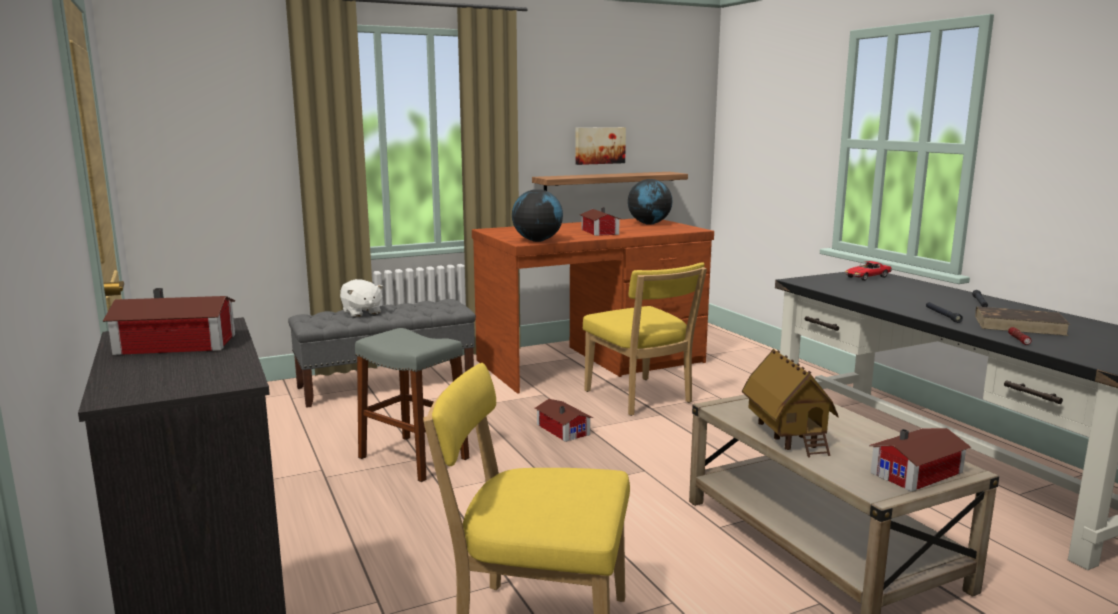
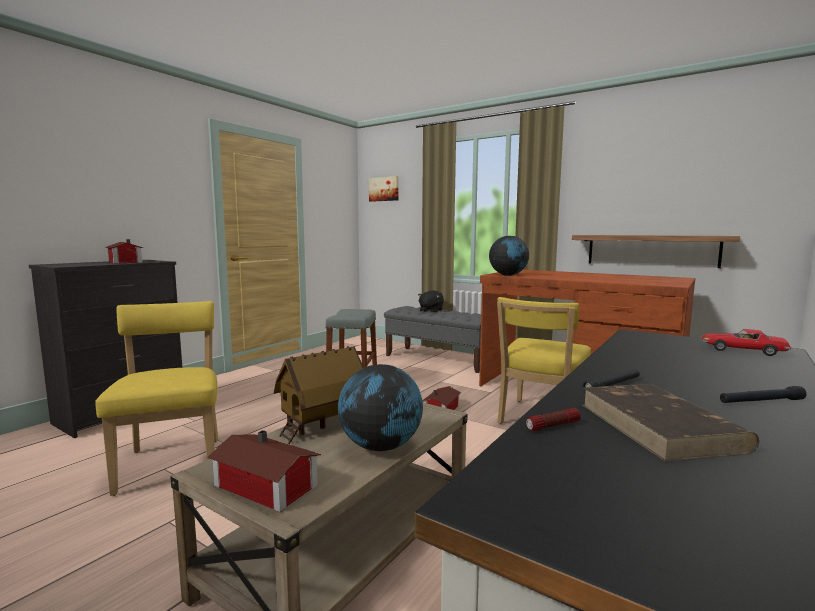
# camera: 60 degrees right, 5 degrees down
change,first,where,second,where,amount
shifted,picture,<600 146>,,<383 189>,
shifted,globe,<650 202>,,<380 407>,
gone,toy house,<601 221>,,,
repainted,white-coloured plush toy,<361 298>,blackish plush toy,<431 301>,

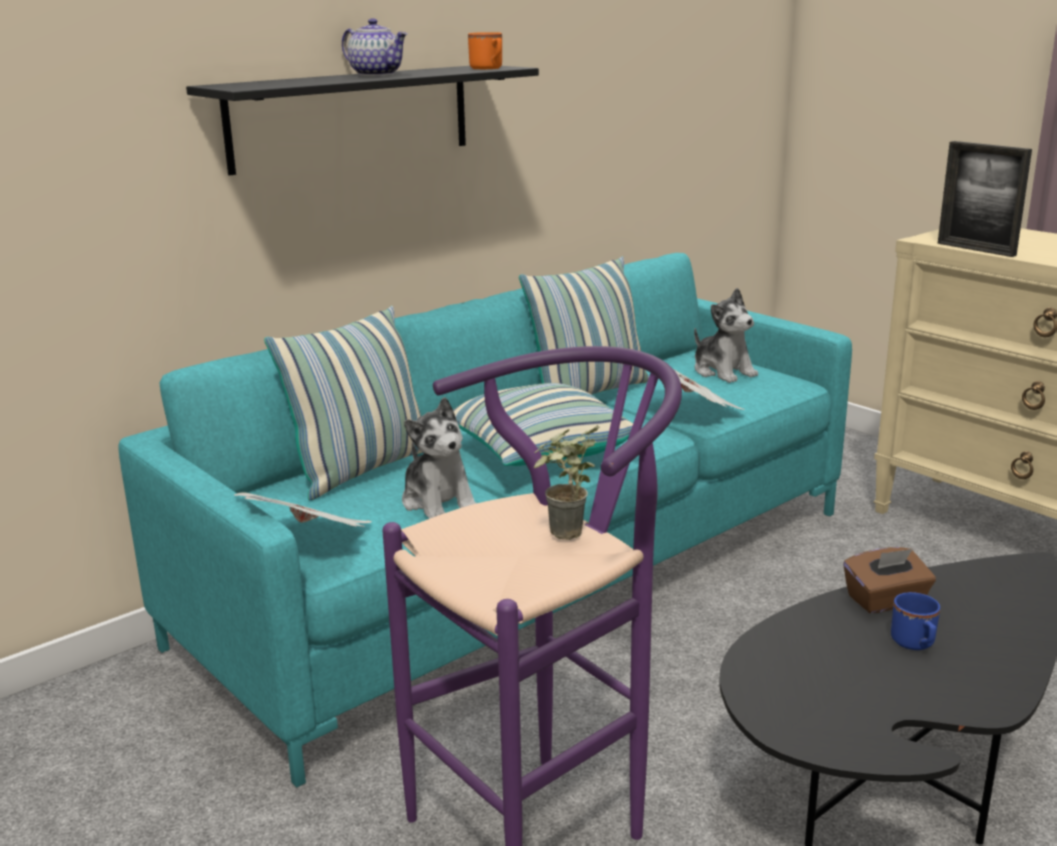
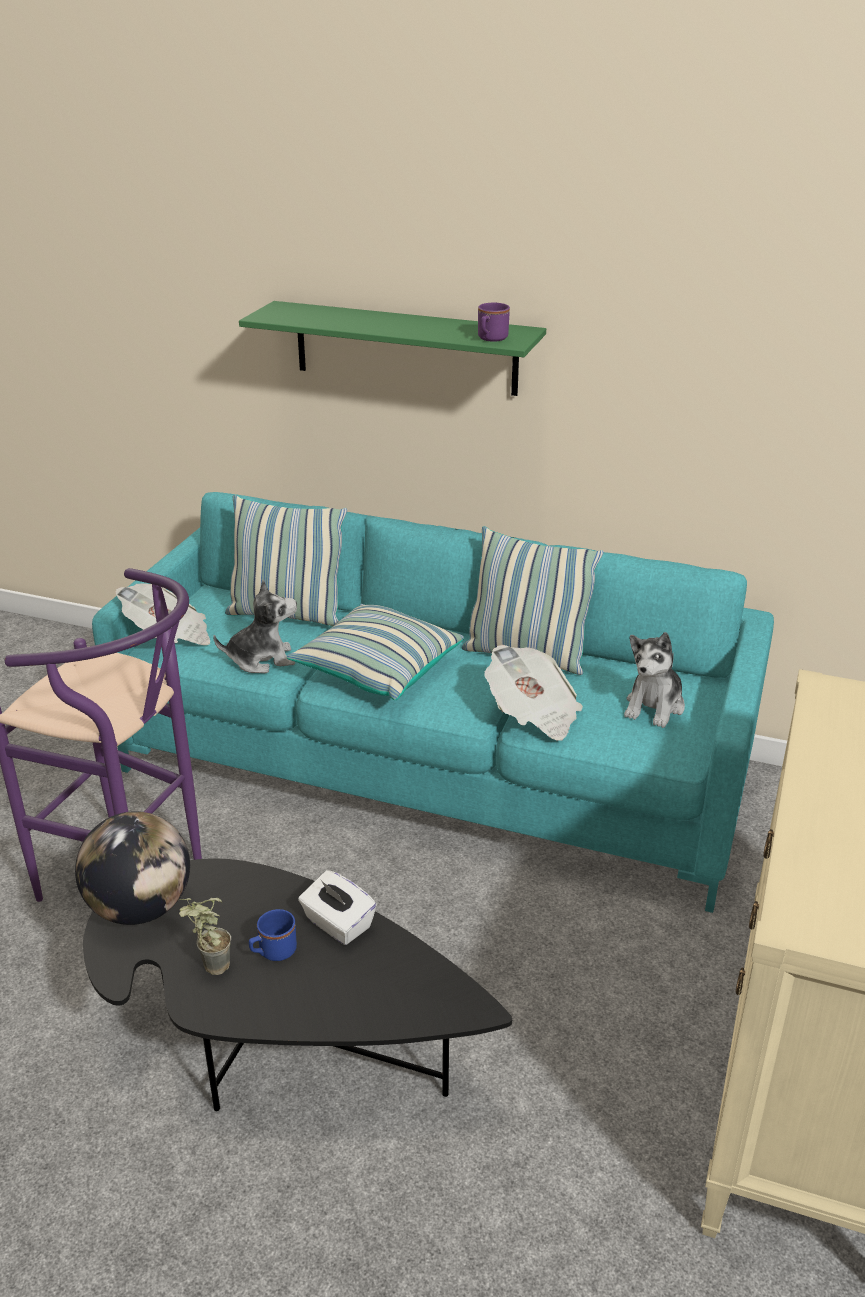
# camera: 60 degrees right, 10 degrees up
change,first,where,second,where,amount
gone,pot for tea,<374 47>,,,
repainted,orange mug,<485 50>,purple mug,<494 322>,
repainted,blackish shelf,<362 121>,green shelf,<392 348>,
gone,standing frame,<985 199>,,,
rotated,plush toy,<439 458>,,<255 626>,135 degrees counterclockwise
shifted,potted plant,<566 482>,,<205 936>,
repainted,brown-coloured tissue box,<889 580>,white-coloured tissue box,<337 907>,
new,,,globe,<132 868>,

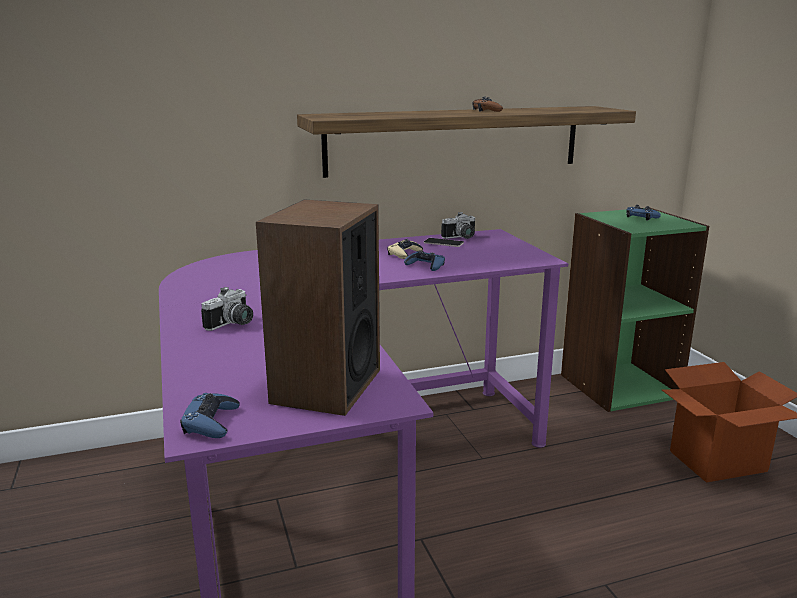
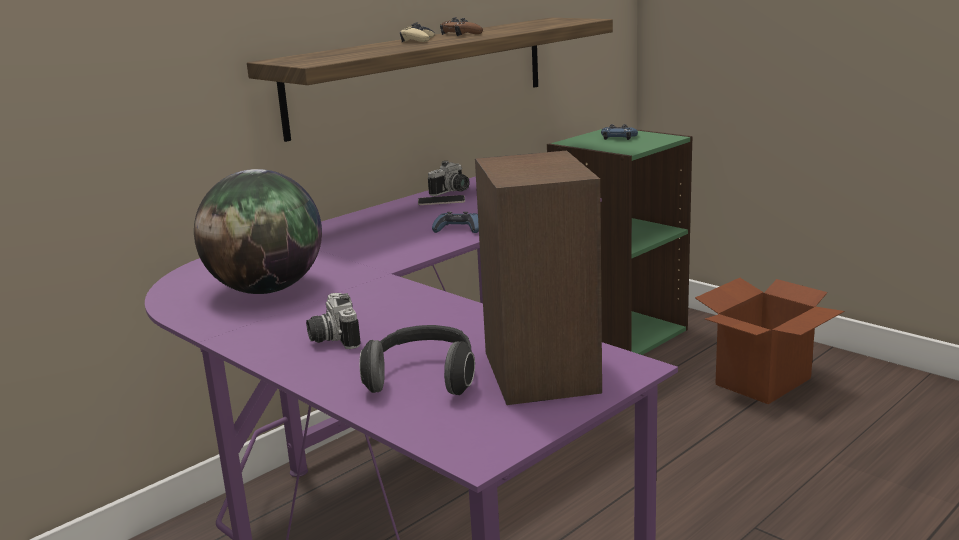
# camera: 25 degrees left, 0 degrees up
change,first,where,second,where,amount
shifted,sand-coloured joypad,<405 249>,,<417 32>,
rotated,still camera,<227 309>,,<333 321>,150 degrees clockwise
gone,blue joypad,<210 415>,,,
new,,,globe,<258 231>,
new,,,pair of headphones,<417 360>,

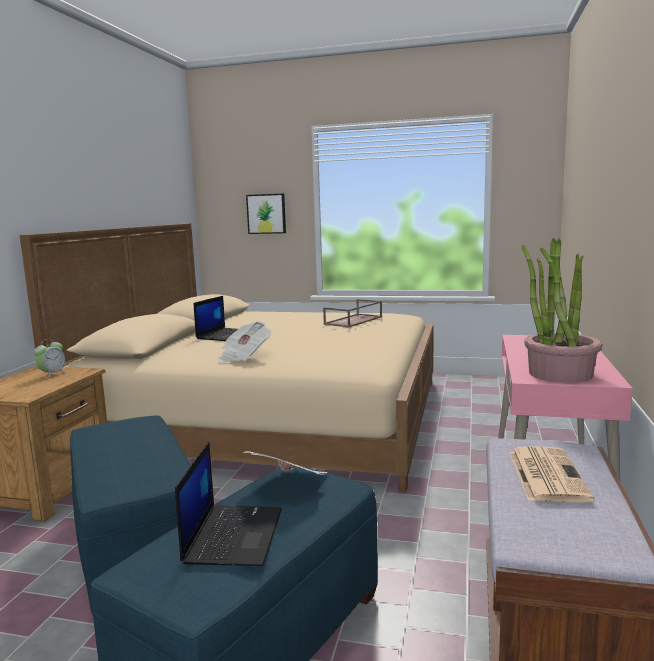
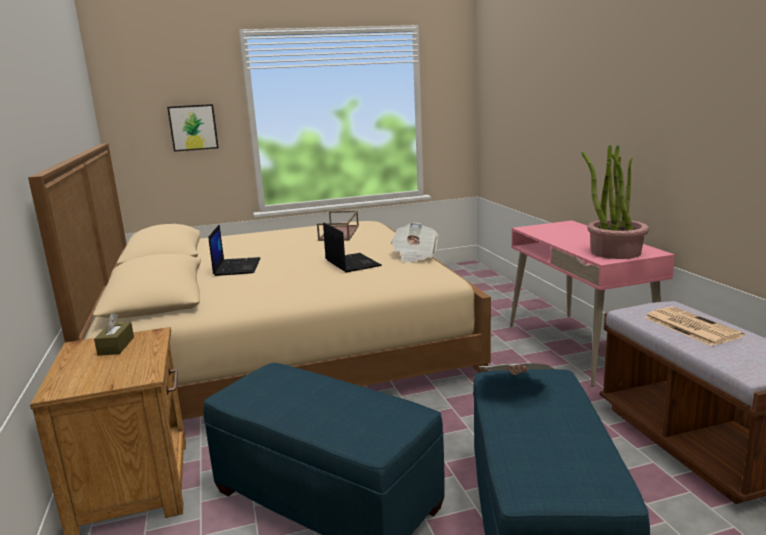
# camera: 30 degrees left, 5 degrees up
change,first,where,second,where,amount
shifted,newspaper,<244 342>,,<415 242>,
swapped,bedside clock,<50 358>,brown-coloured tissue box,<114 334>,
shifted,portable computer,<228 504>,,<352 247>,

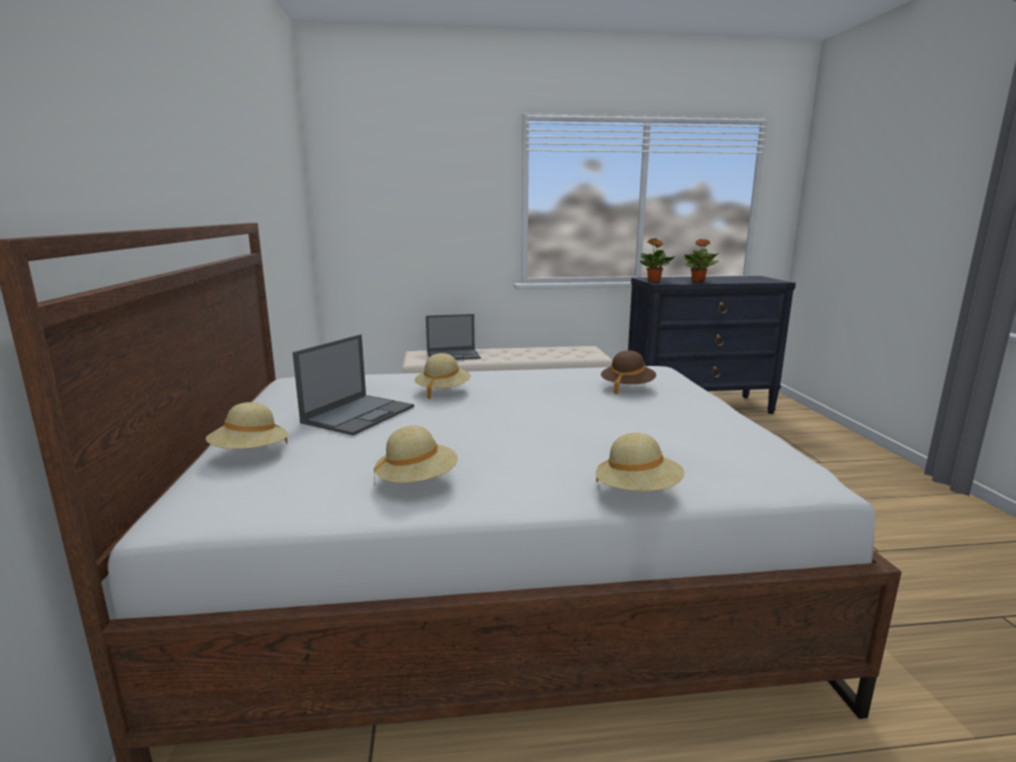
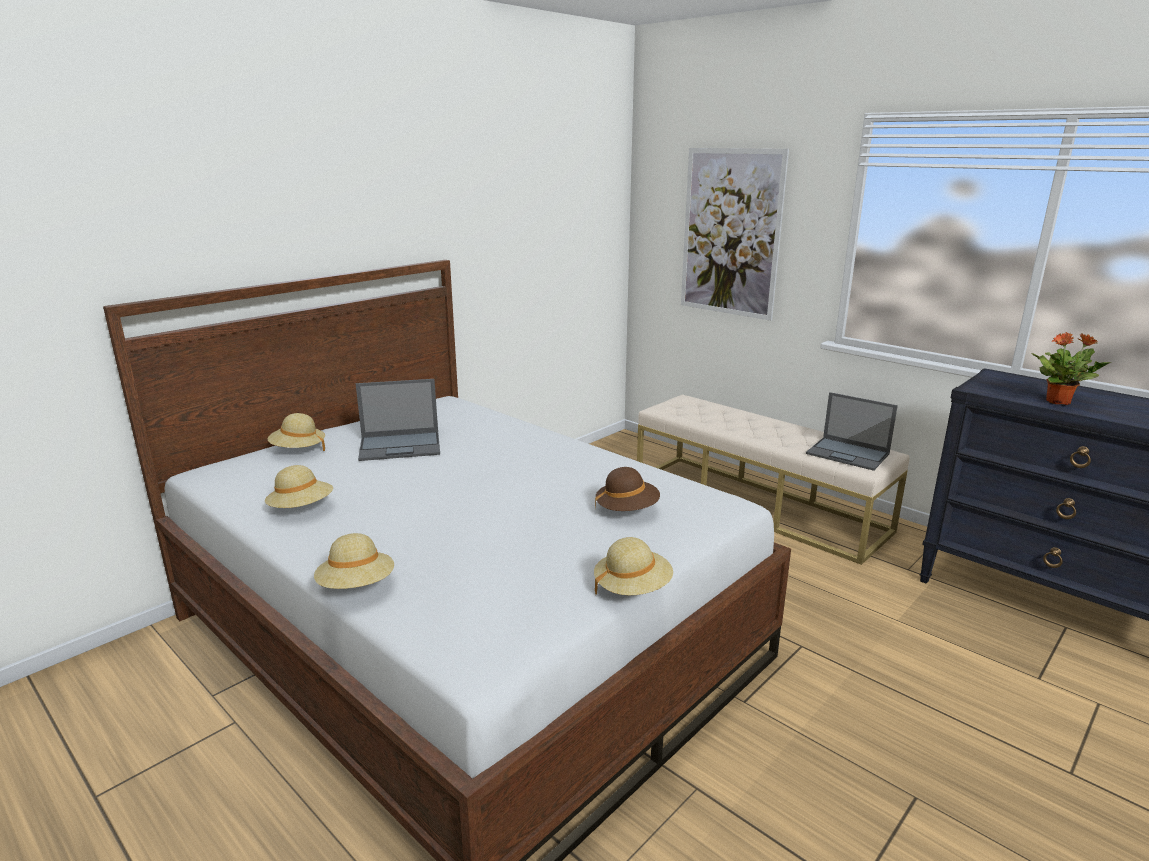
# camera: 50 degrees right, 5 degrees up
change,first,where,second,where,amount
gone,potted plant,<657 260>,,,
shifted,portable computer,<453 337>,,<852 431>,
shifted,sand-coloured hat,<443 376>,,<633 566>,
new,,,picture,<735 234>,

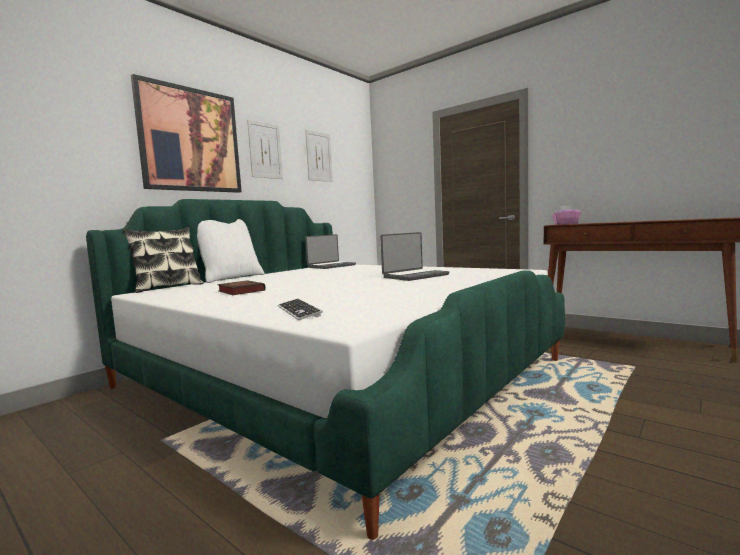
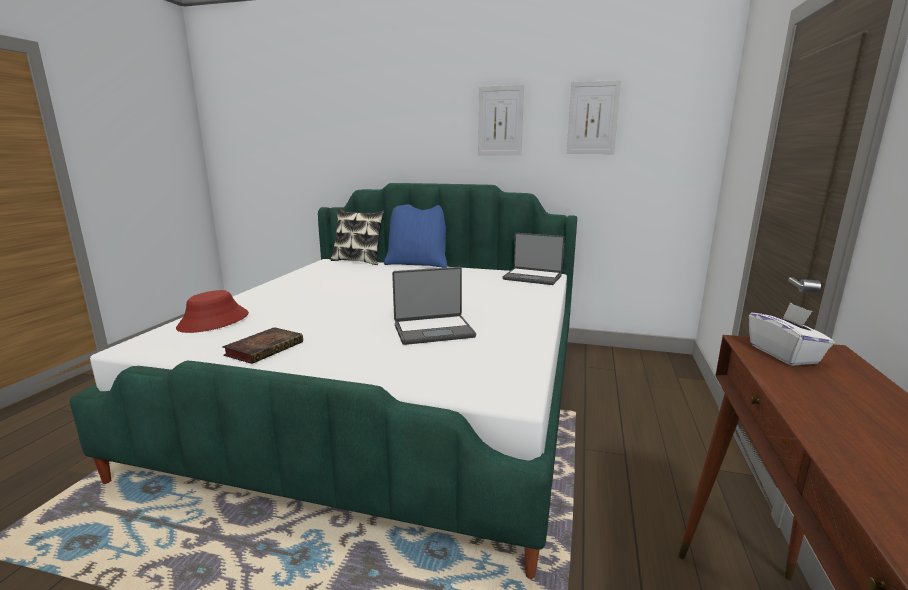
# camera: 65 degrees right, 10 degrees up
change,first,where,second,where,amount
gone,picture,<186 133>,,,
repainted,pink tissue box,<567 215>,white-coloured tissue box,<791 334>,
repainted,white-coloured cushion,<231 251>,blue cushion,<415 236>,
rotated,portable computer,<414 256>,,<434 306>,45 degrees counterclockwise
shifted,book,<241 287>,,<262 345>,
swapped,PC keyboard,<300 309>,red hat,<212 311>,

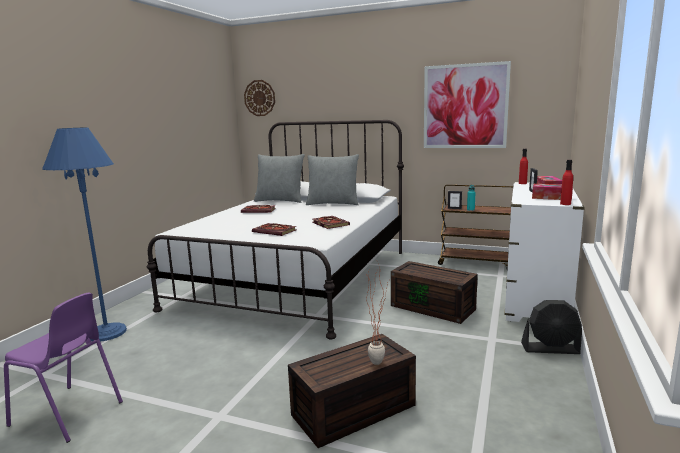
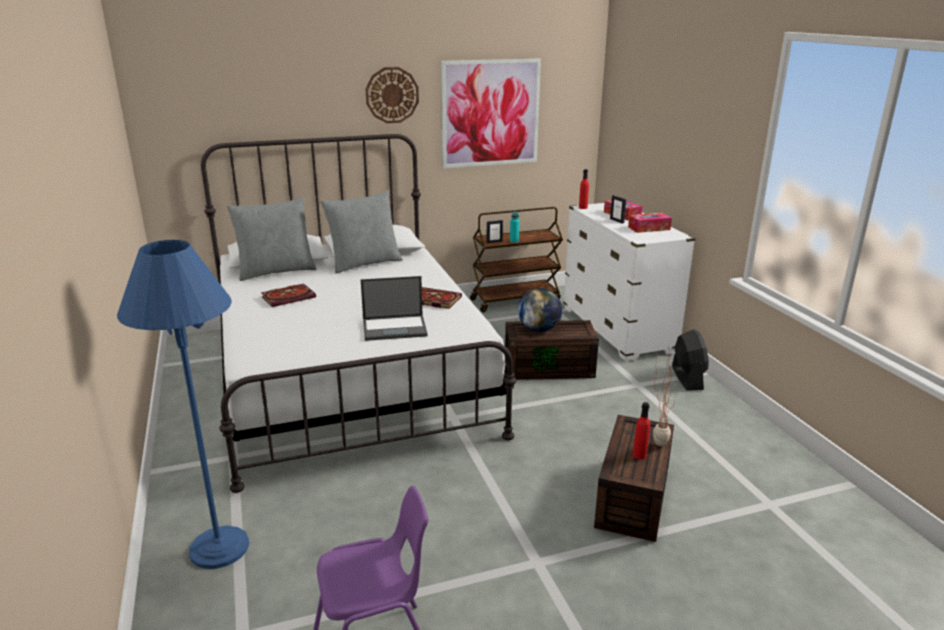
# camera: 40 degrees left, 10 degrees up
change,first,where,second,where,amount
shifted,hanging clock,<259 98>,,<392 95>,
shifted,red drink bottle,<566 182>,,<641 430>,
swapped,book,<274 229>,portable computer,<394 308>,
rotated,blackish cooling fan,<551 327>,,<690 359>,60 degrees counterclockwise
new,,,globe,<540 310>,

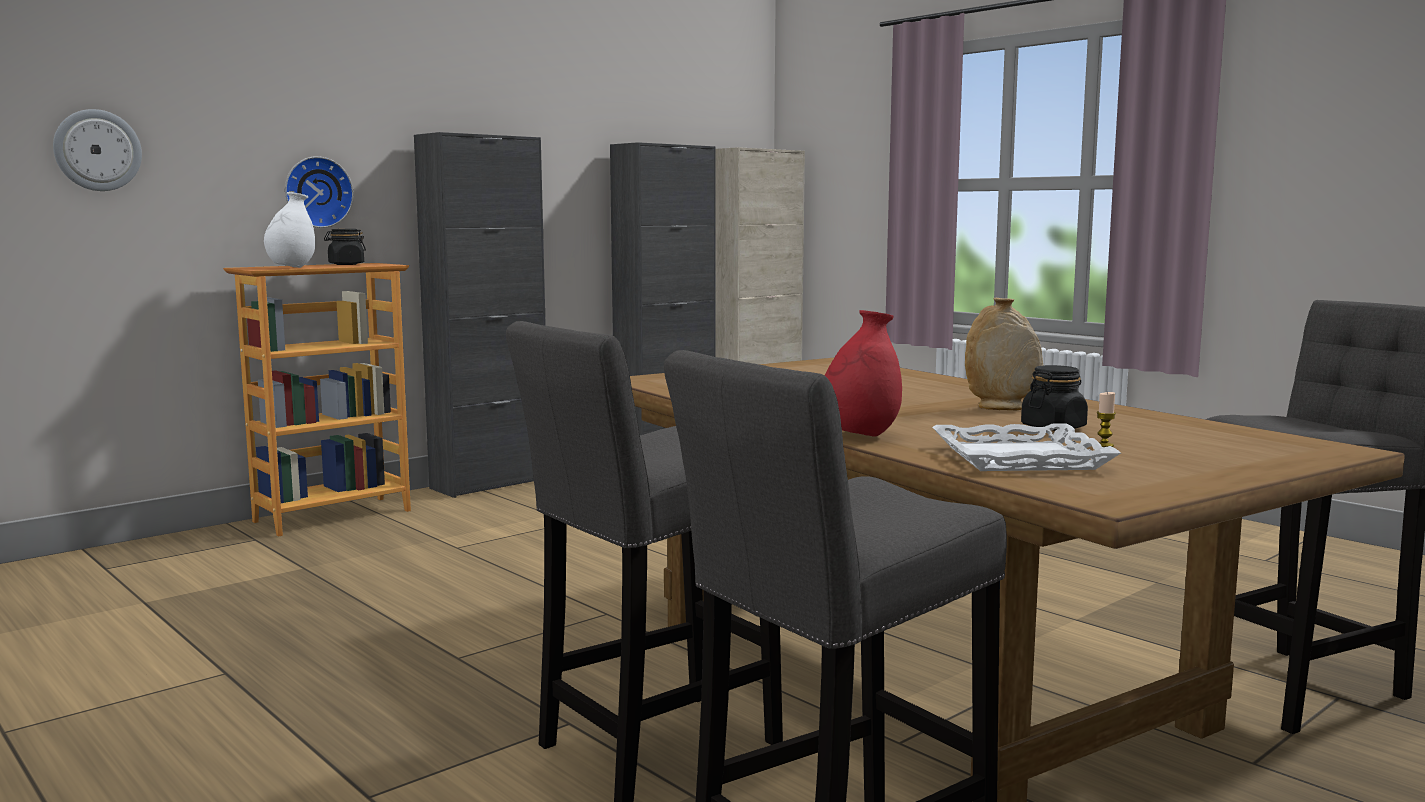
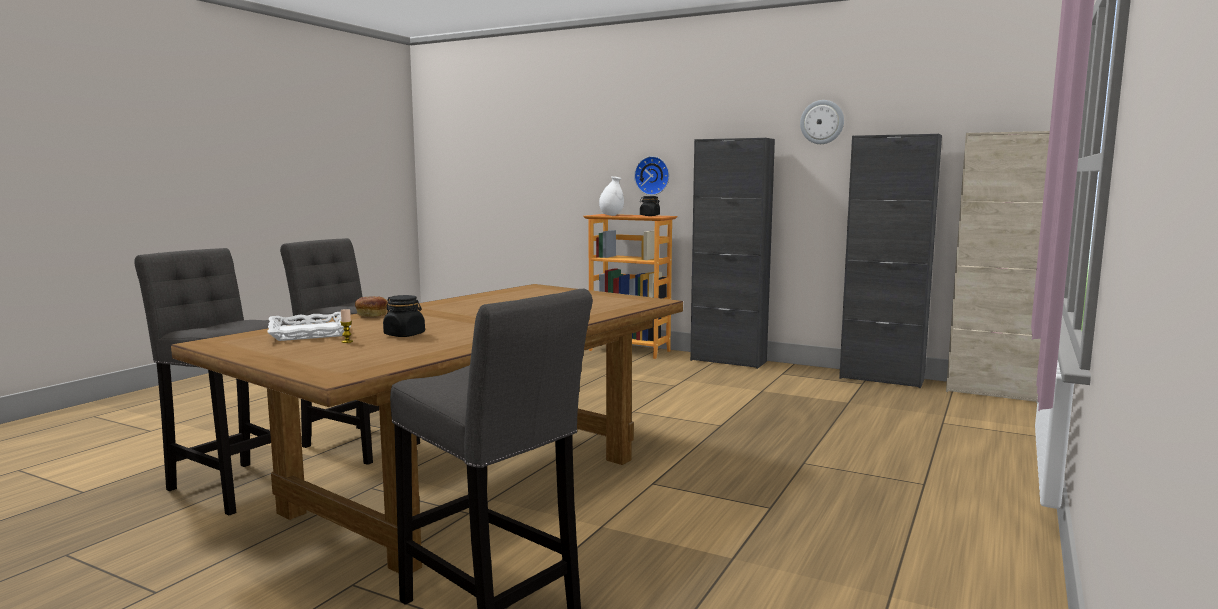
# camera: 70 degrees right, 0 degrees up
change,first,where,second,where,amount
shifted,hanging clock,<97 150>,,<822 122>,
gone,sand-coloured flower vase,<1004 354>,,,
swapped,red flower vase,<863 373>,bread,<371 306>,

